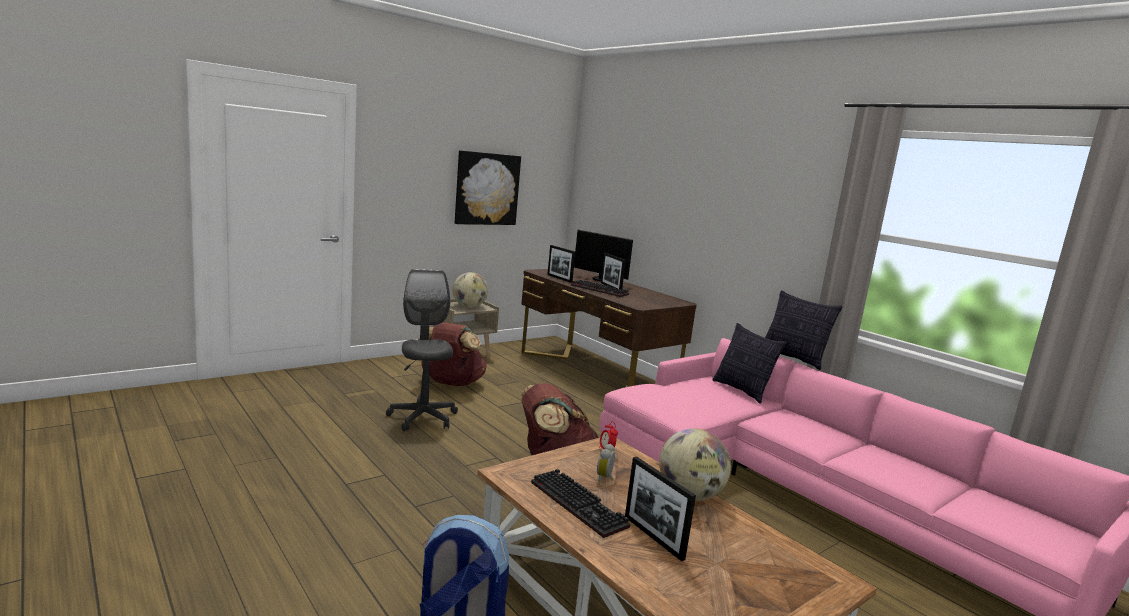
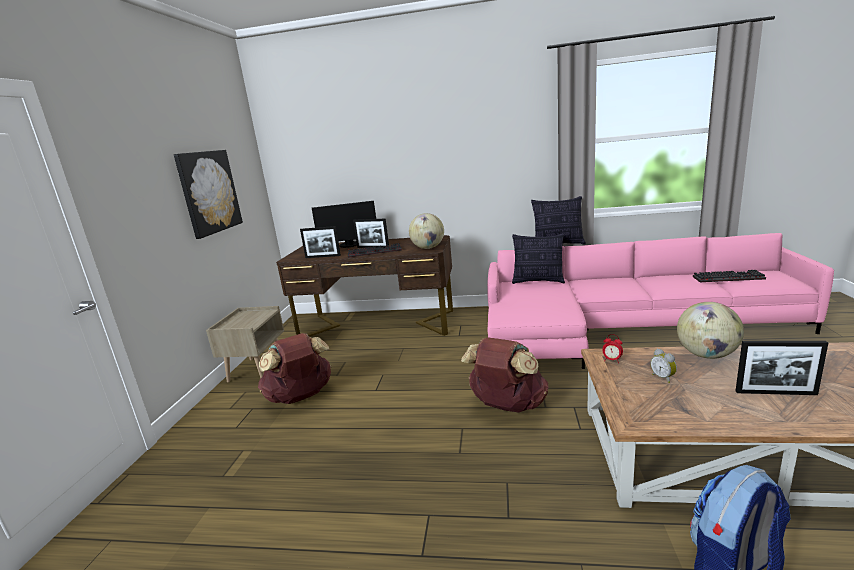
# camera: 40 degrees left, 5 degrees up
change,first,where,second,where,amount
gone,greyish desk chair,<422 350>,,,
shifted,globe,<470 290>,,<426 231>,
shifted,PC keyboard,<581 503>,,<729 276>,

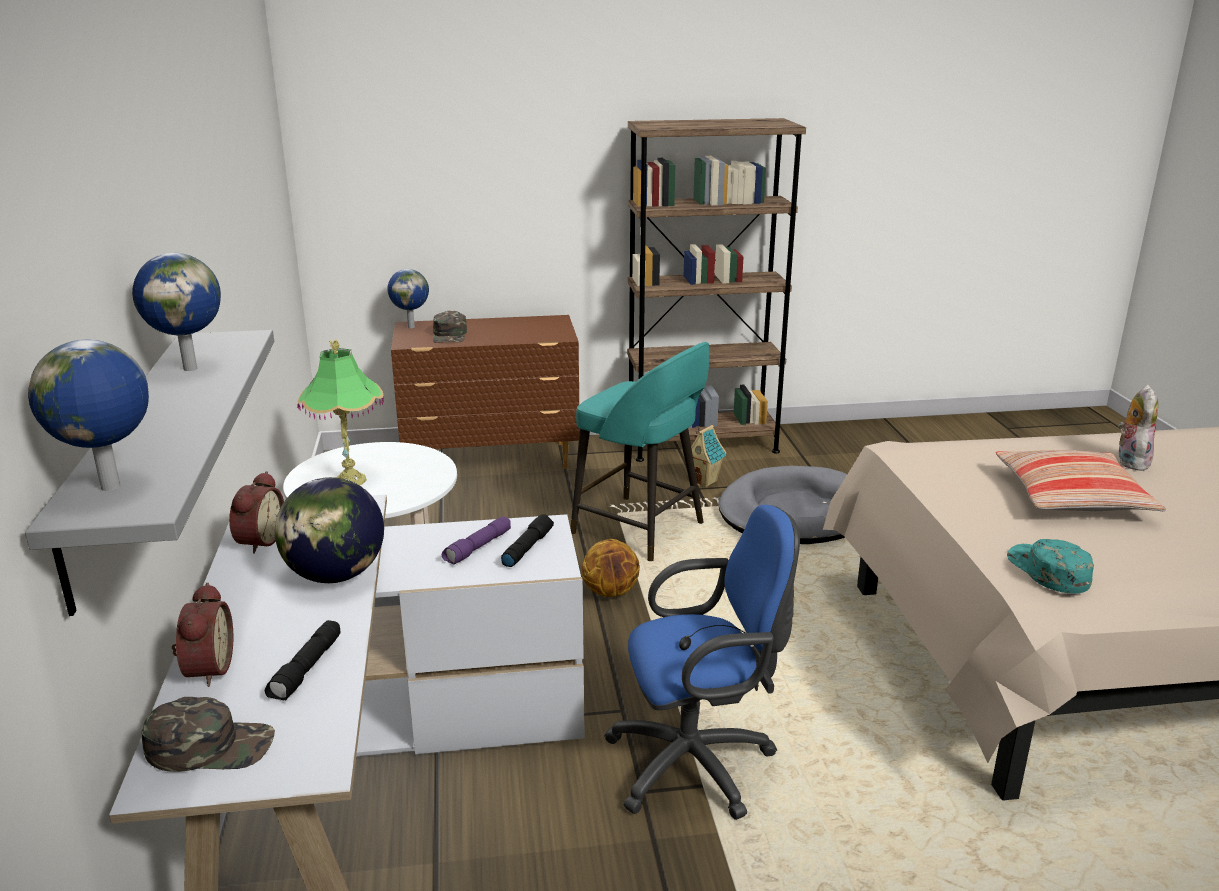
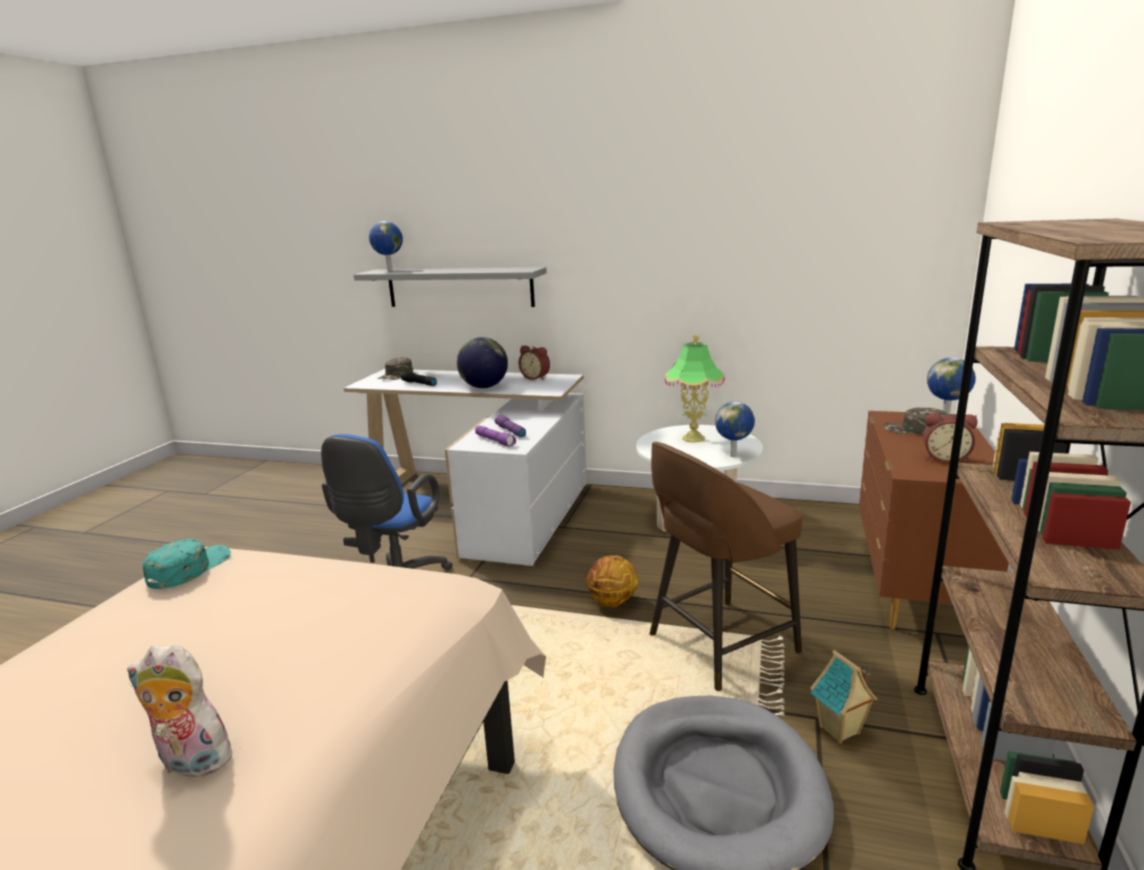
# camera: 115 degrees right, 5 degrees down
change,first,where,second,where,amount
shifted,globe,<176 312>,,<735 429>,
repainted,blue-green stool seat,<639 451>,brown-coloured stool seat,<726 566>,
rotated,plush toy,<1138 428>,,<181 714>,150 degrees clockwise
gone,cushion,<1081 480>,,,
repainted,blackish flashlight,<527 540>,purple flashlight,<495 436>,
rotated,blue-green peaked cap,<1050 566>,,<186 564>,75 degrees counterclockwise
shifted,bedside clock,<202 635>,,<950 438>,

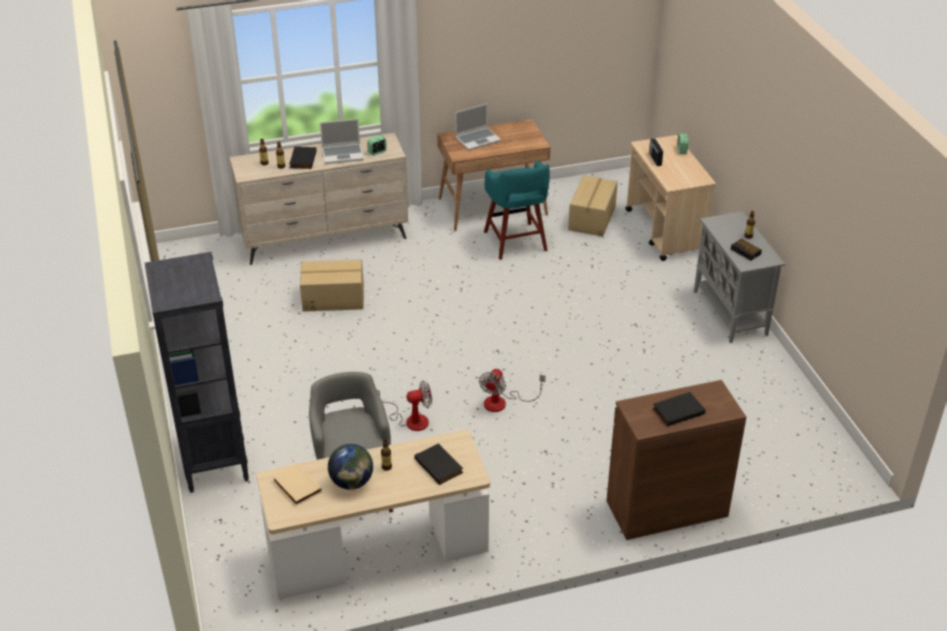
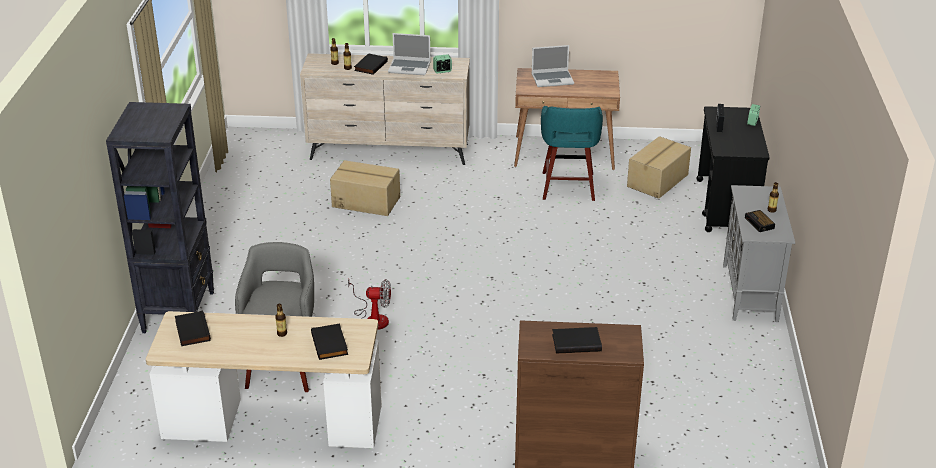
# camera: 20 degrees right, 5 degrees down
change,first,where,second,where,amount
repainted,sand-coloured cart,<670 198>,blackish cart,<732 169>,
gone,cooling fan,<512 390>,,,
gone,globe,<350 467>,,,
repainted,sand-coloured book,<297 484>,blackish book,<193 328>,

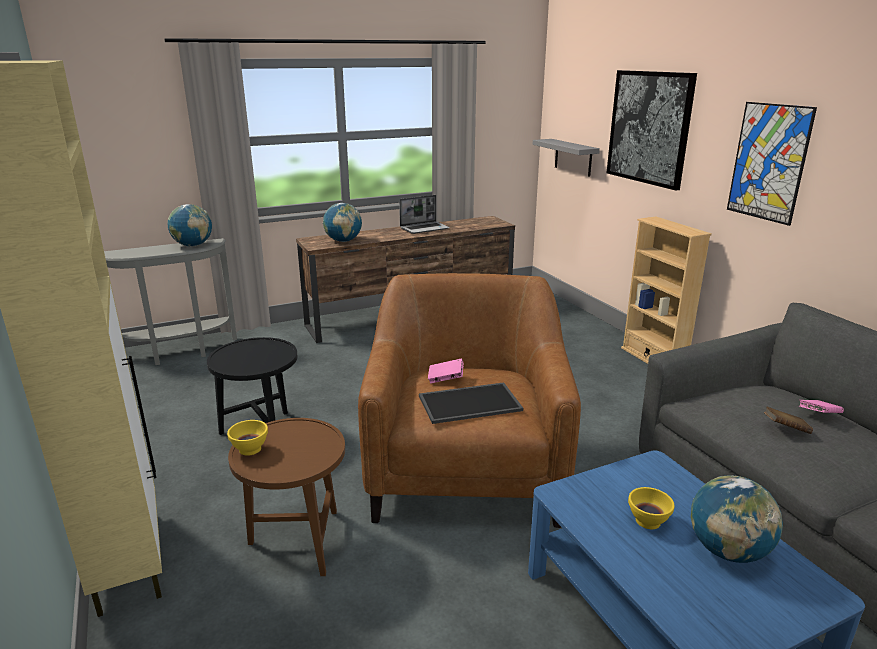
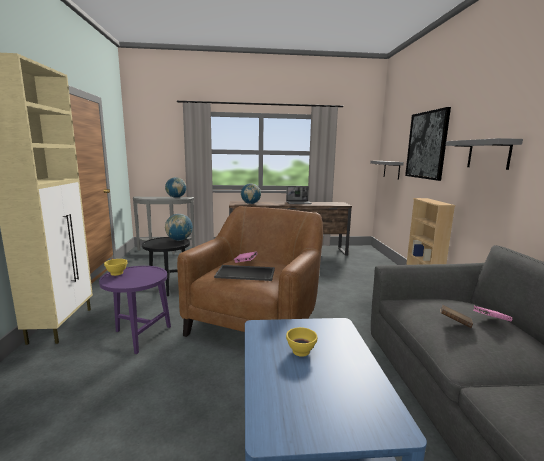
# camera: 20 degrees right, 10 degrees down
change,first,where,second,where,amount
swapped,picture,<772 164>,greyish shelf,<484 154>,
repainted,brown-coloured side table,<286 497>,purple side table,<135 310>,
shifted,globe,<737 519>,,<179 227>,

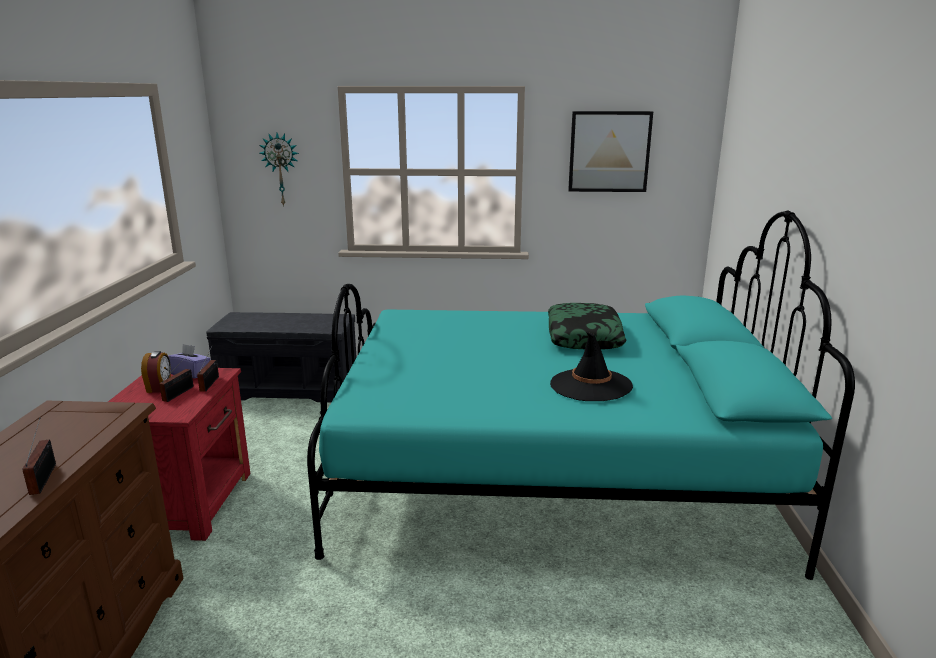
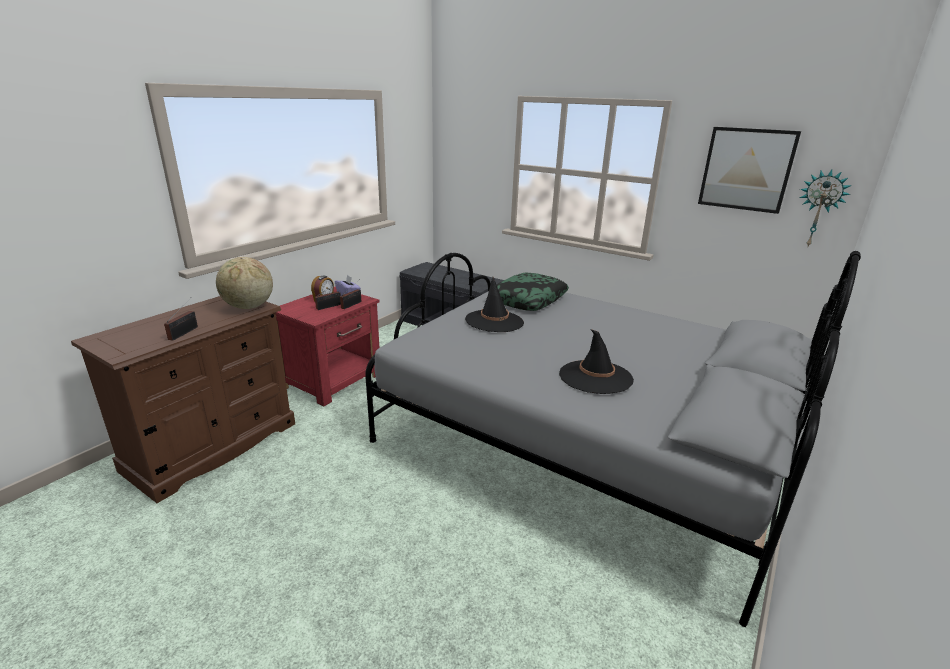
# camera: 30 degrees right, 5 degrees up
change,first,where,second,where,amount
shifted,hanging clock,<279 170>,,<826 208>,
repainted,blue-green bed,<581 395>,greyish bed,<613 439>,
shifted,cushion,<587 326>,,<533 292>,
new,,,globe,<244 283>,
new,,,blackish hat,<494 304>,

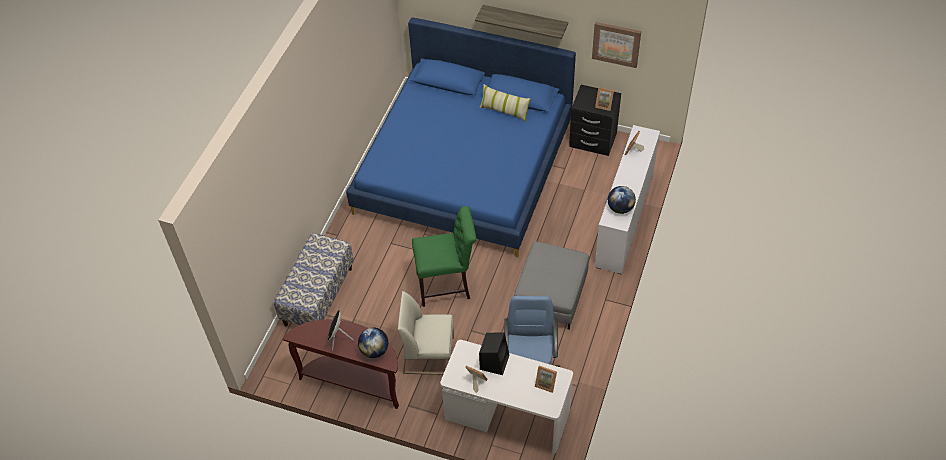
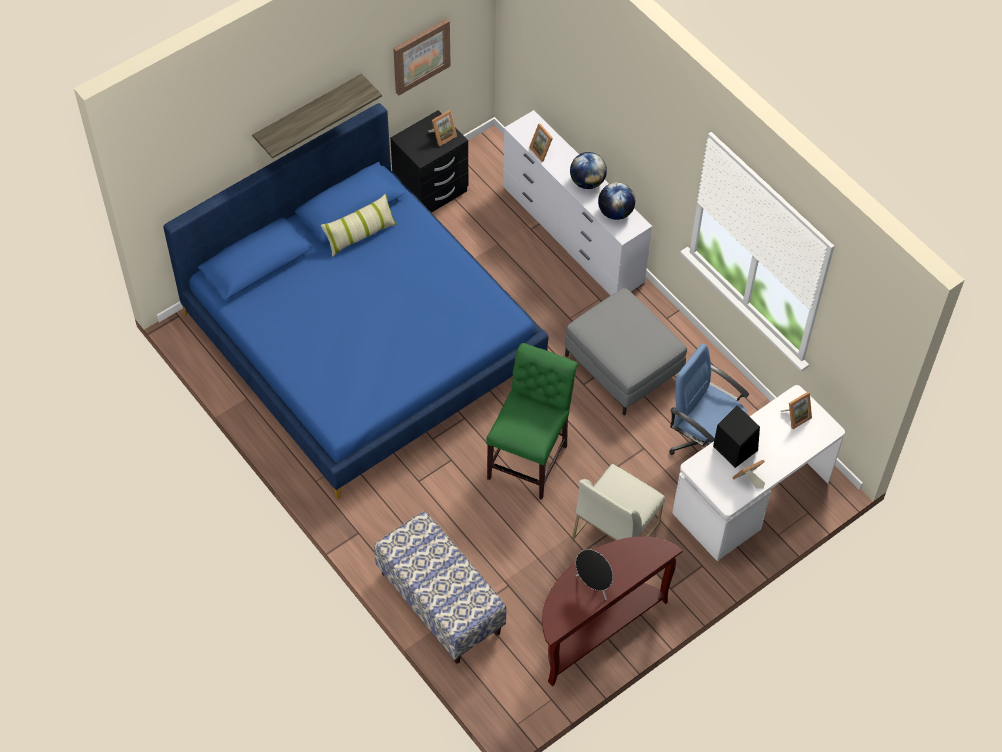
# camera: 60 degrees left, 5 degrees up
change,first,where,second,where,amount
shifted,globe,<373 343>,,<588 170>,

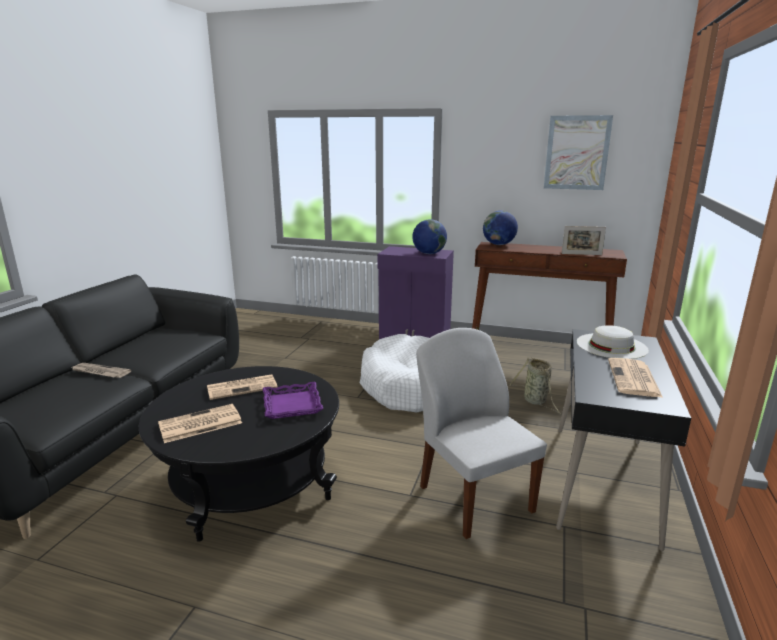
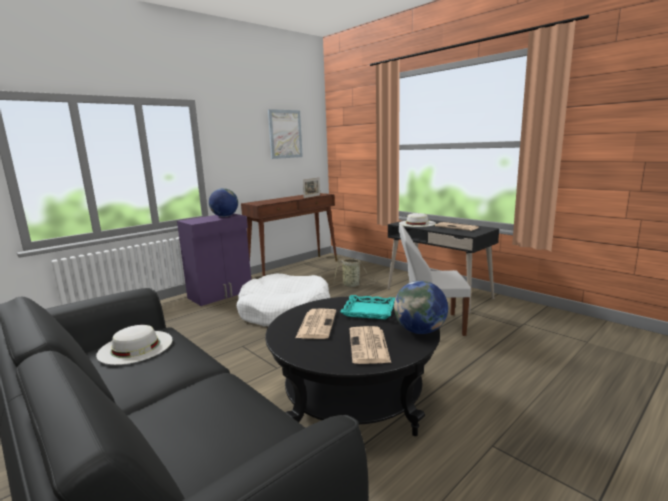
# camera: 60 degrees left, 5 degrees down
change,first,where,second,where,amount
shifted,globe,<500 228>,,<421 307>,
gone,newspaper,<101 370>,,,
repainted,purple serving tray,<293 400>,blue-green serving tray,<367 307>,
new,,,white-coloured hat,<134 345>,

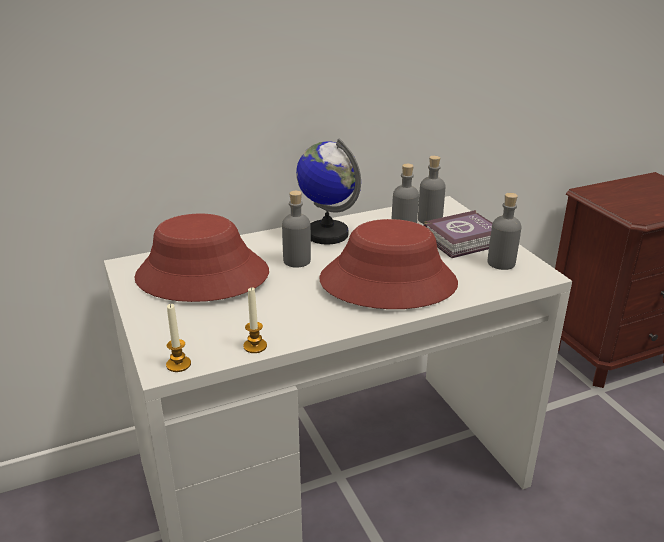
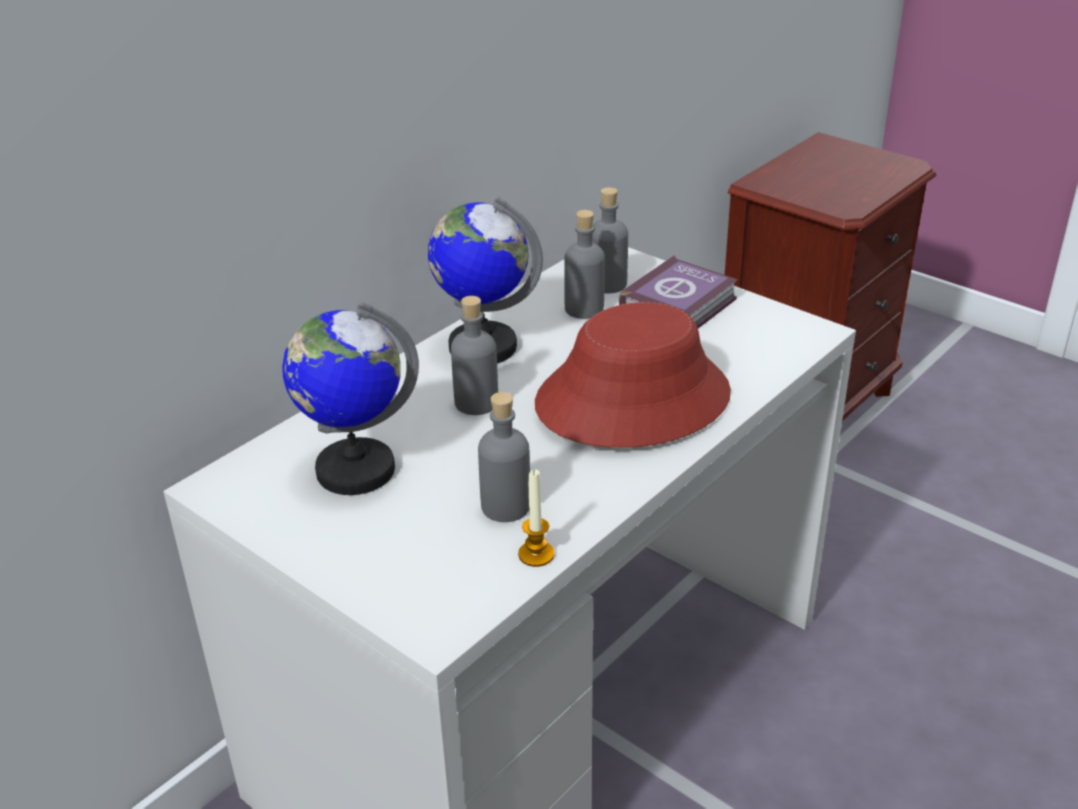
# camera: 25 degrees left, 5 degrees up
change,first,where,second,where,amount
shifted,greyish drink bottle,<504 231>,,<504 457>,
swapped,red hat,<201 257>,globe,<350 399>,
gone,wax light,<178 337>,,,

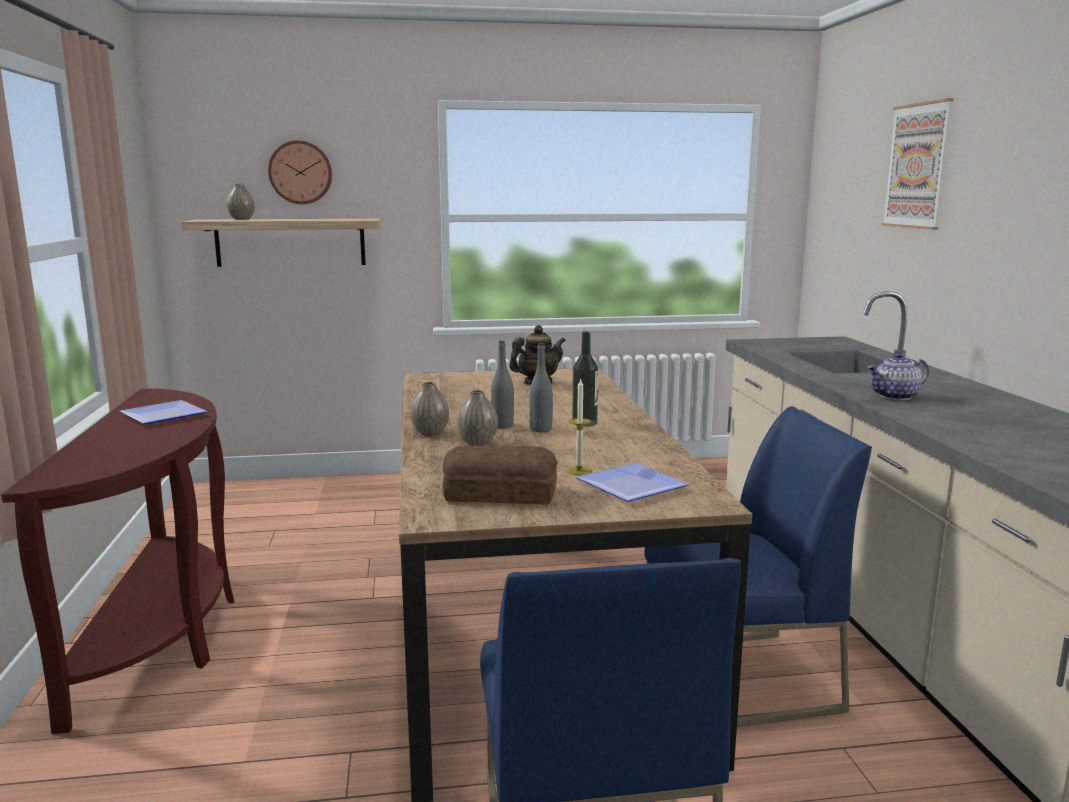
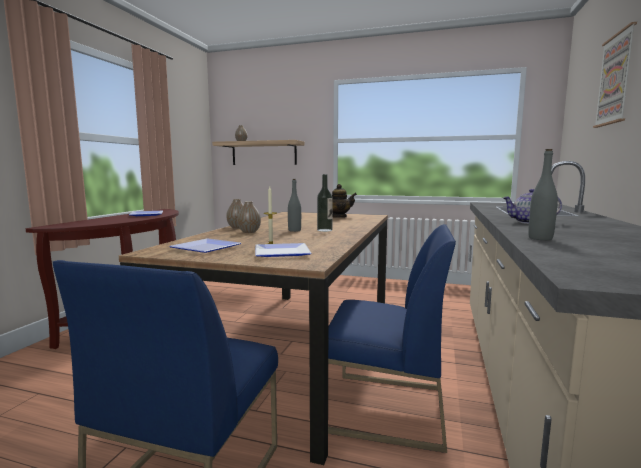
# camera: 25 degrees right, 5 degrees down
change,first,where,second,where,amount
gone,hanging clock,<300 172>,,,
shifted,greyish drink bottle,<502 385>,,<543 194>,
swapped,bread,<500 475>,plate,<205 245>,

